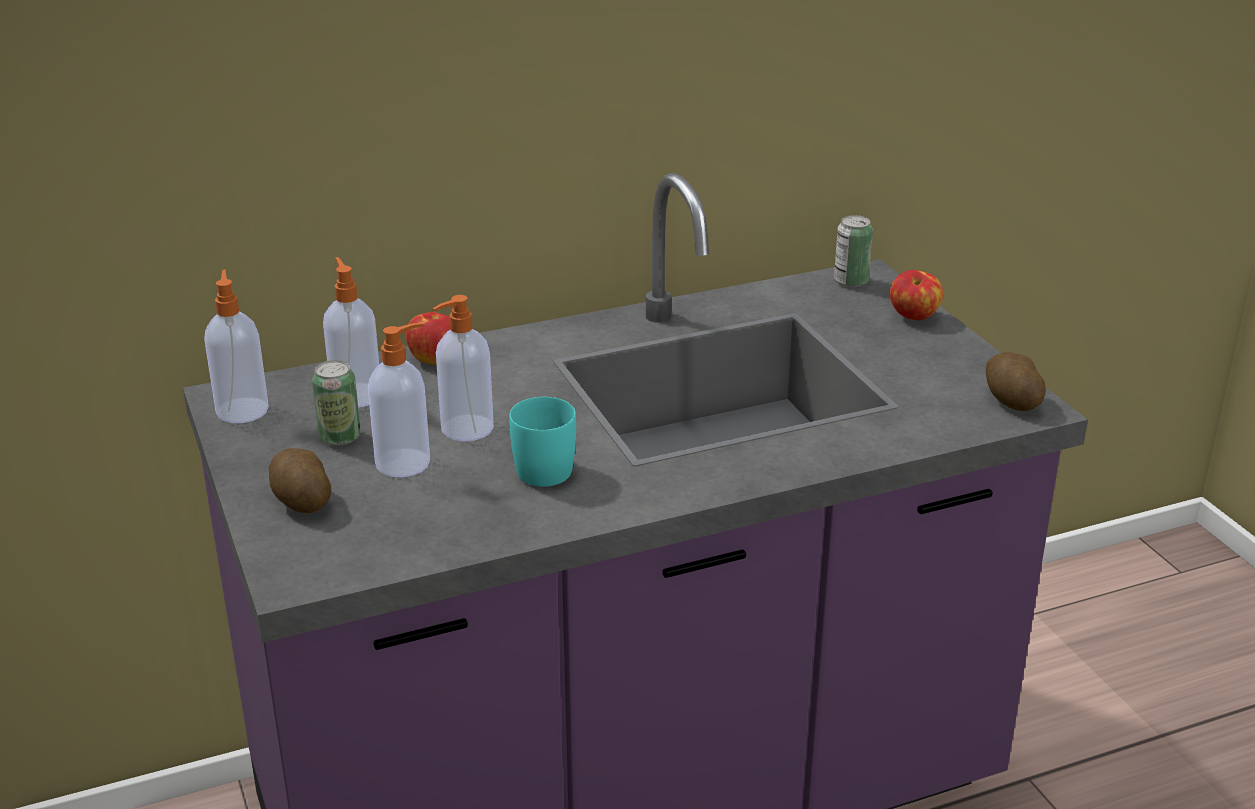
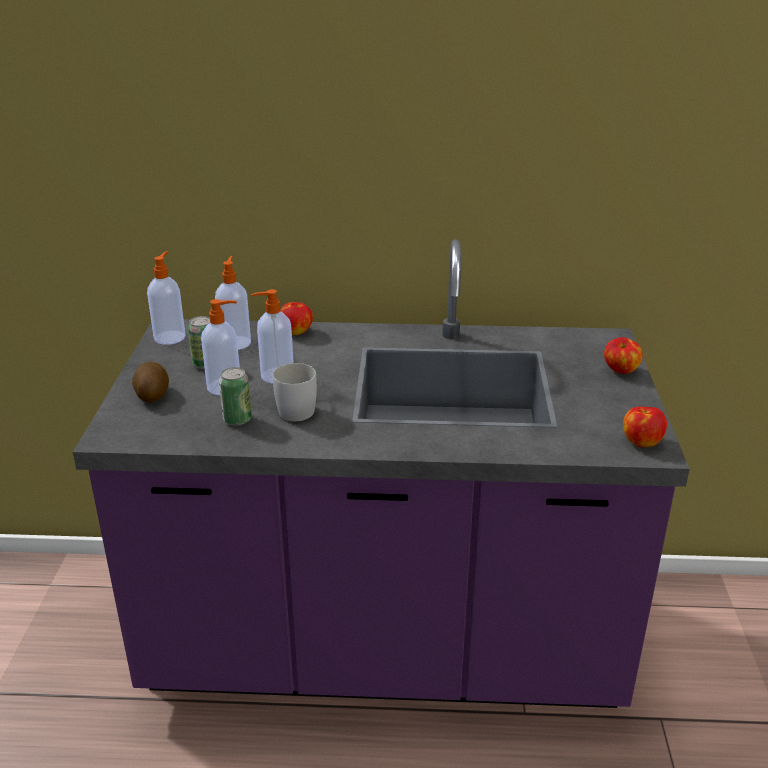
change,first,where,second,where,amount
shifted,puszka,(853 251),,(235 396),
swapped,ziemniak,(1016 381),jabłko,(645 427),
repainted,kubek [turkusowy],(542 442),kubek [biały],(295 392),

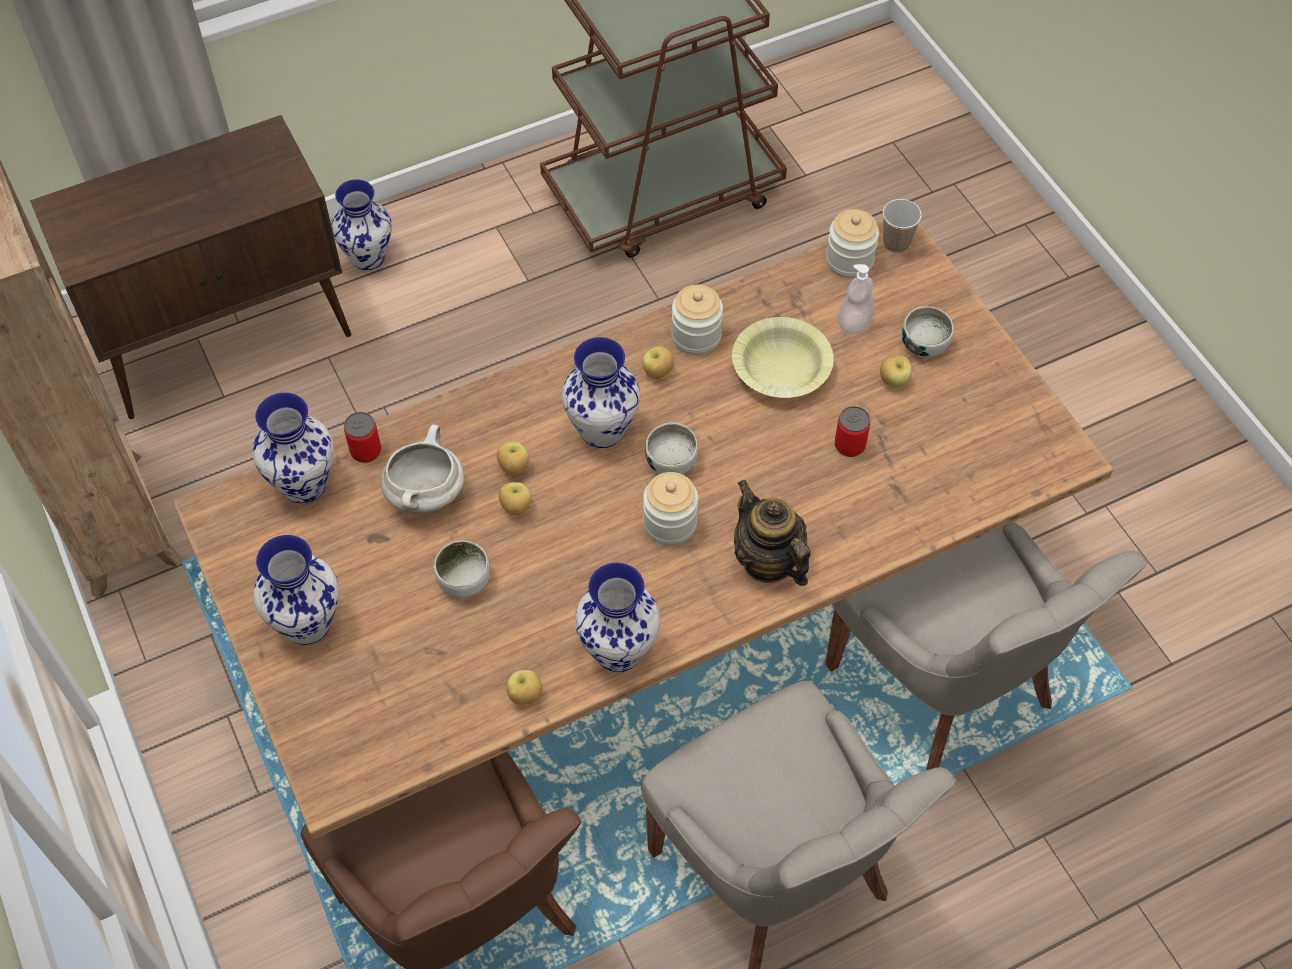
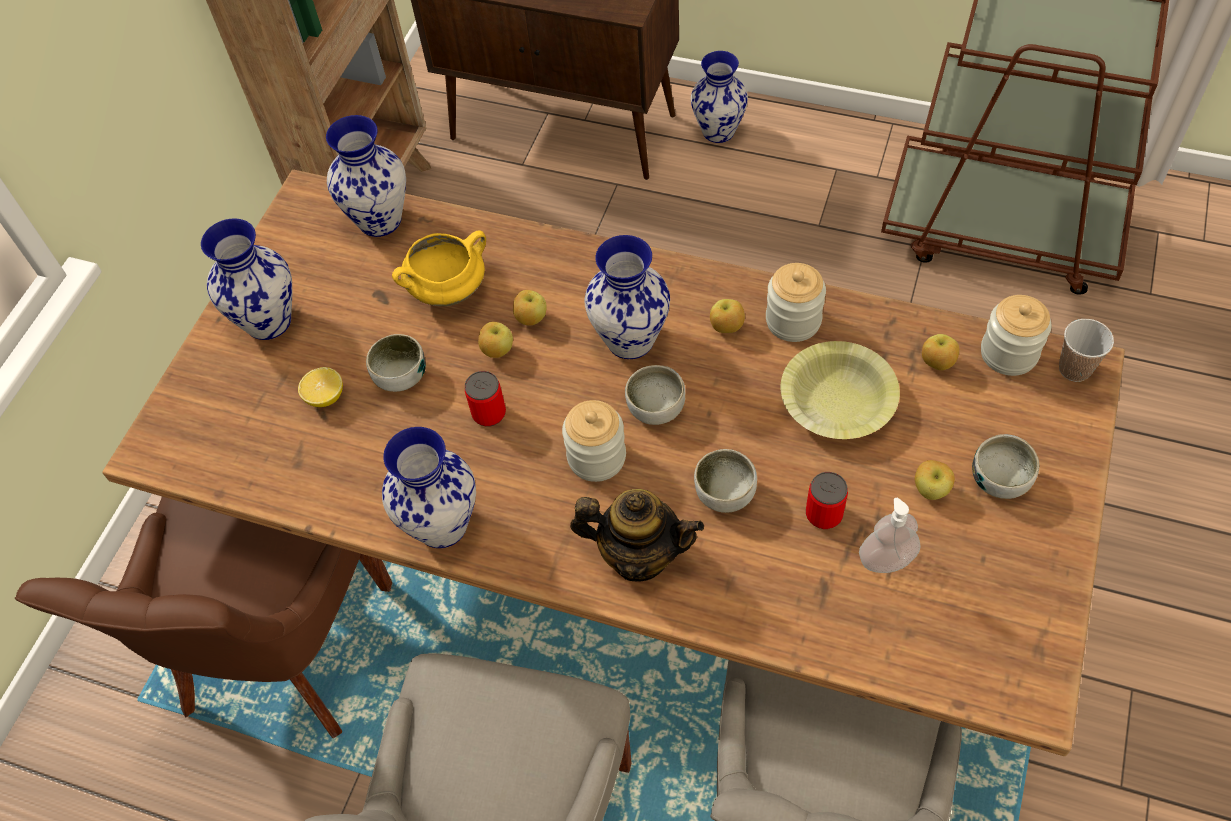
change,first,where,second,where,amount
shifted,dozownik mydła,(856 299),,(890 535),
shifted,puszka,(362 437),,(485 399),
repainted,garnek [biały],(422 469),garnek [żółty],(439 268),
rotated,imbryk,(772 533),,(637 535),90 degrees clockwise
shifted,jabłko,(524 687),,(940 352),
new,,,cytryna,(320 387),
new,,,miska,(725 481),

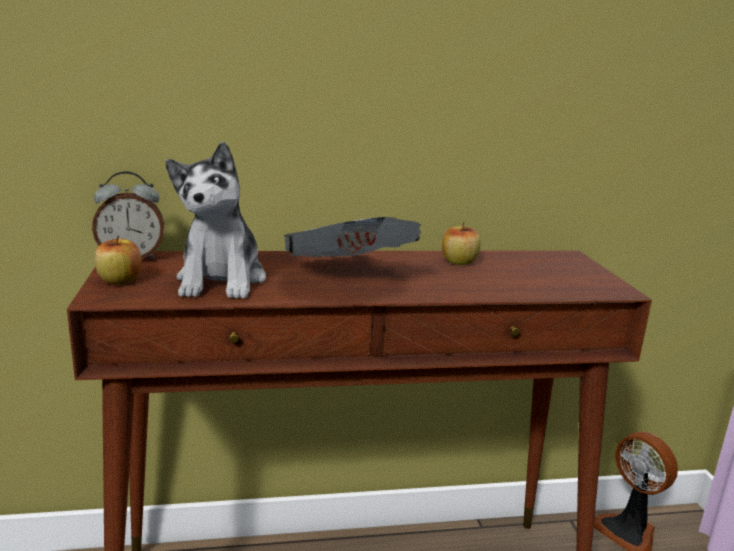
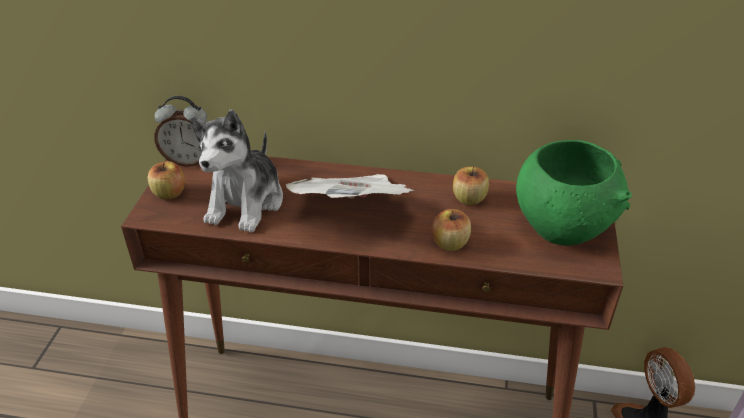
change,first,where,second,where,amount
new,,,miska [zielony],(574 193),
new,,,jabłko,(451 230),

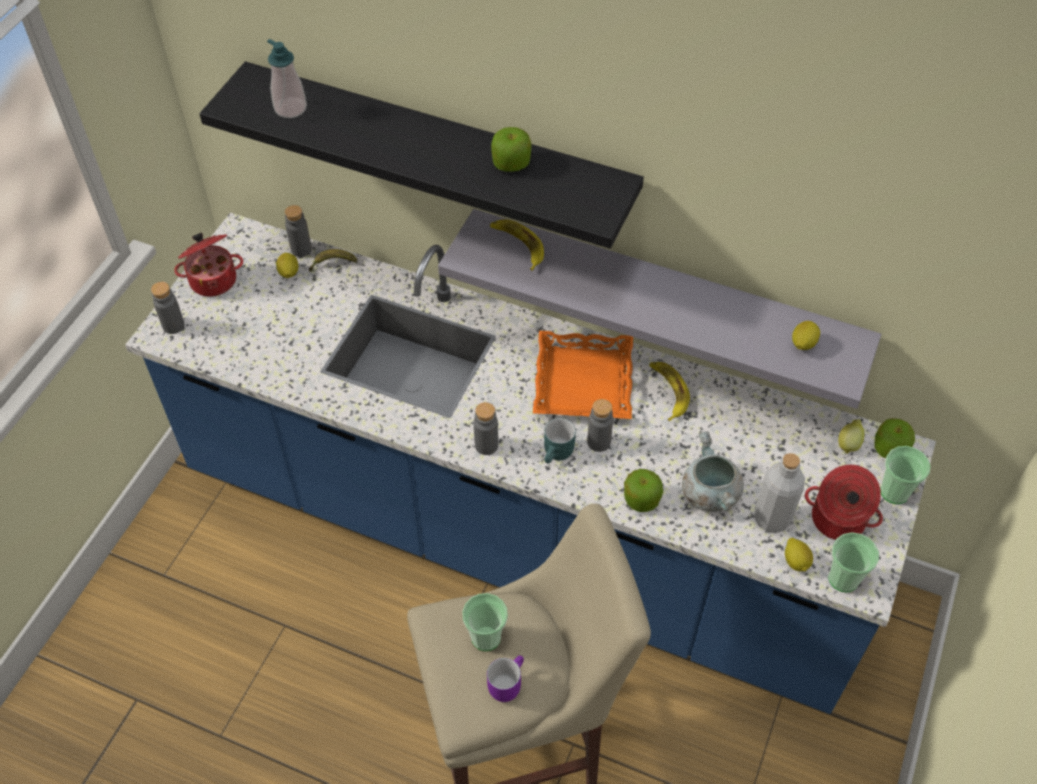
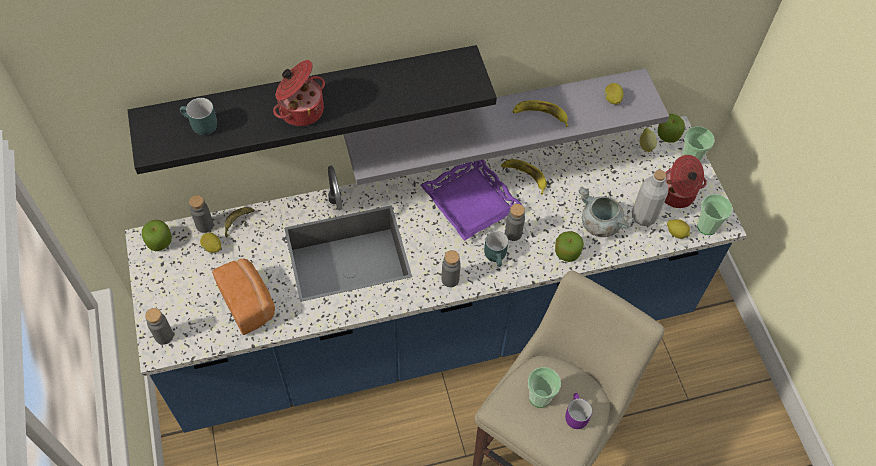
change,first,where,second,where,amount
swapped,dozownik mydła,(287 78),kubek [turkusowy],(198 116),
shifted,jabłko,(511 149),,(157 235),
shifted,banan,(517 245),,(540 113),
shifted,garnek,(208 265),,(299 93),
repainted,taca [pomarańczowy],(583 375),taca [fioletowy],(472 200),
new,,,chleb,(243 297),

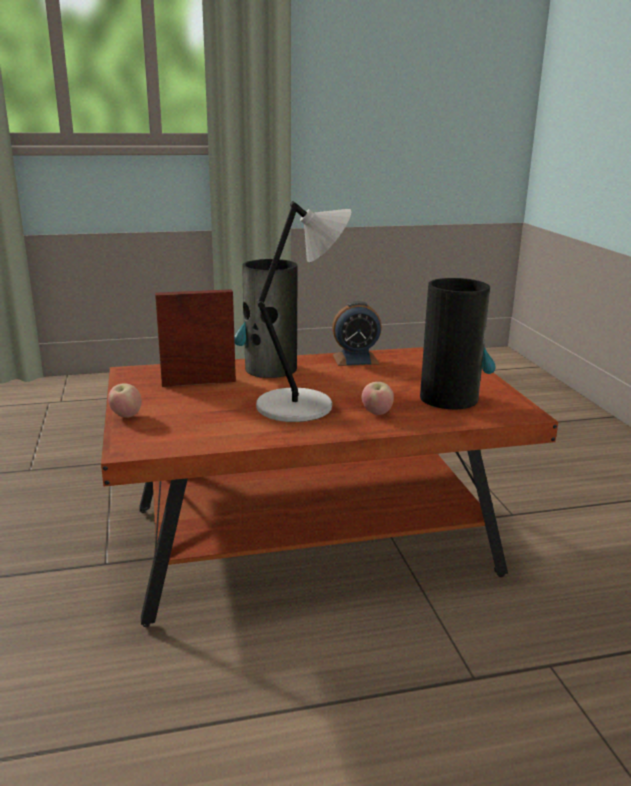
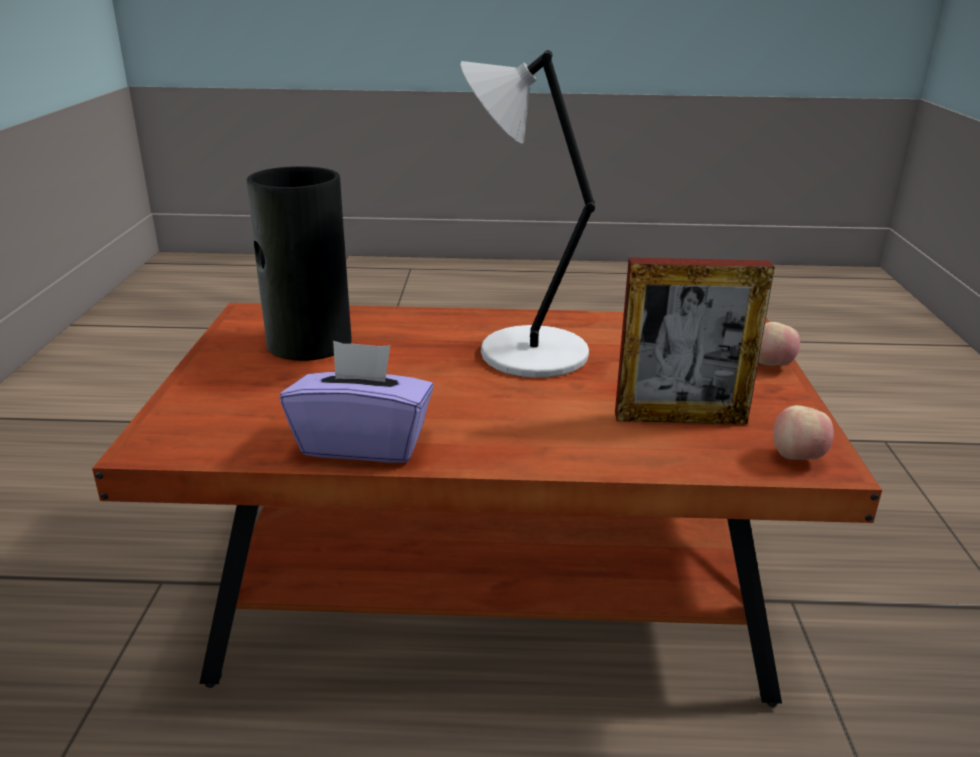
change,first,where,second,where,amount
gone,wazon,(266 318),,,
swapped,budzik,(357 333),pudełko chusteczek [fioletowy],(357 402),
shifted,jabłko,(377 398),,(803 432),

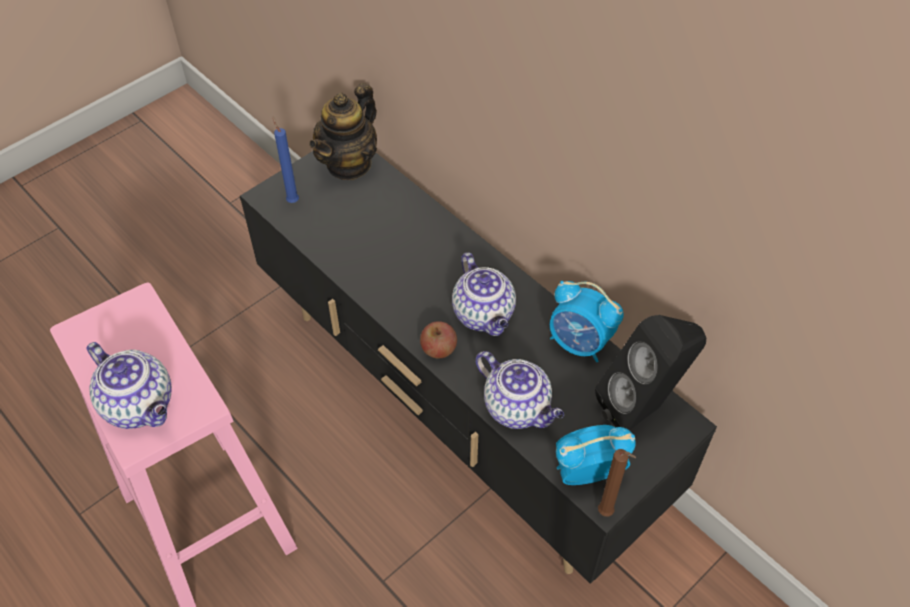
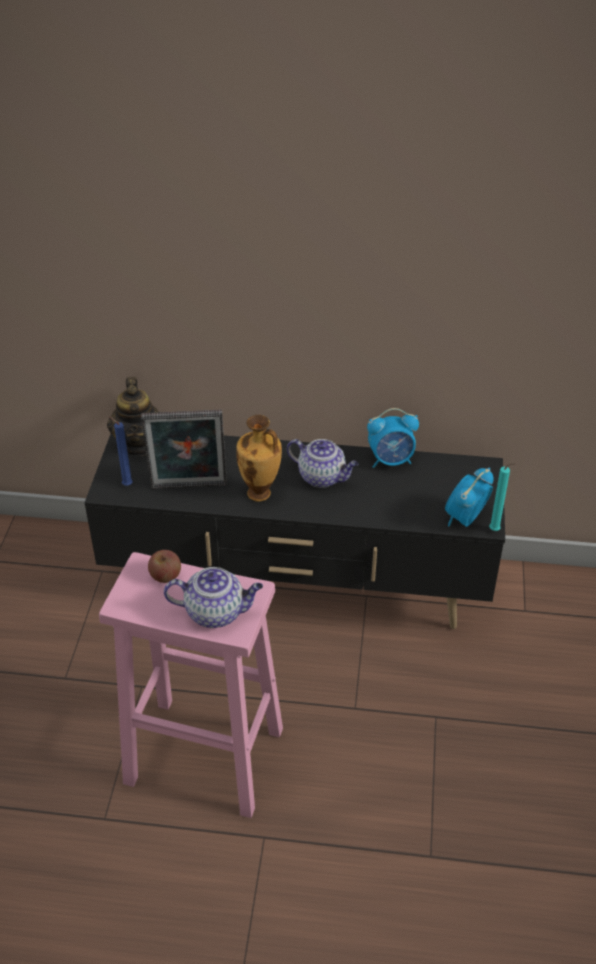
change,first,where,second,where,amount
gone,głośnik [czarny],(650 373),,,
shifted,jabłko,(438 340),,(164 566),
gone,imbryk,(520 390),,,
repainted,świeca [brązowy],(617 483),świeca [turkusowy],(502 496),
new,,,ramka na zdjęcie,(184 449),
new,,,wazon,(259 458),

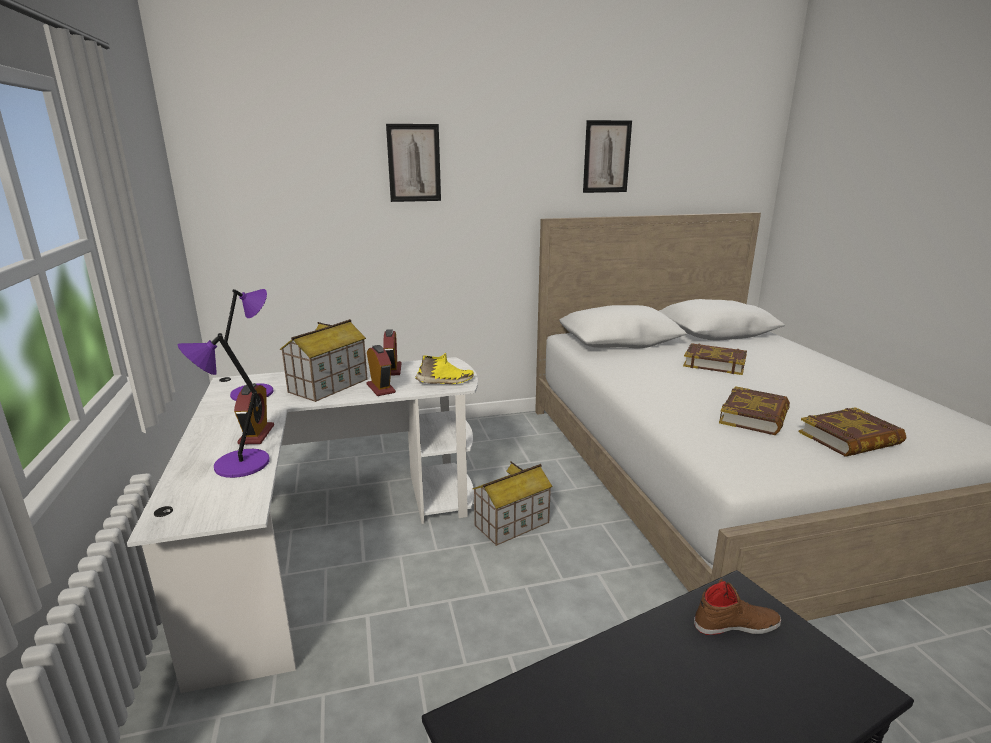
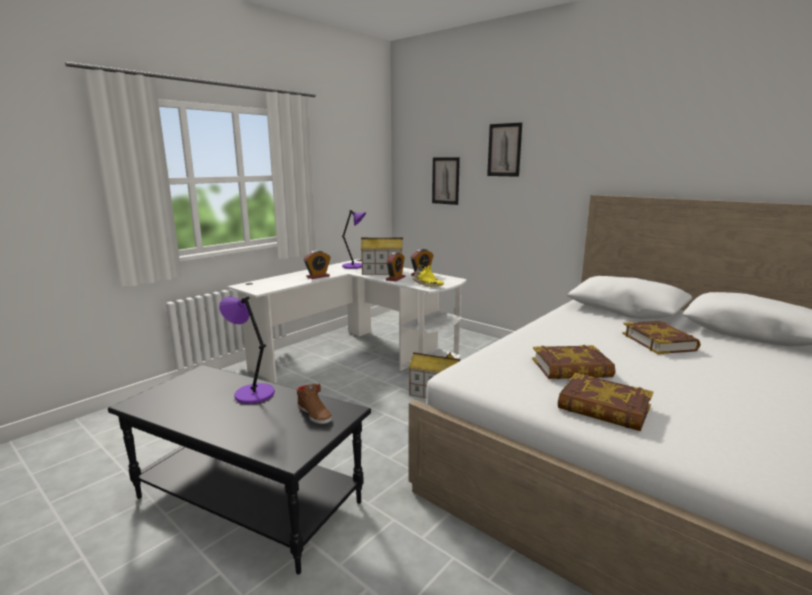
change,first,where,second,where,amount
shifted,obraz,(607 156),,(446 181),
shifted,lampa stołowa [fioletowy],(224 405),,(247 350),

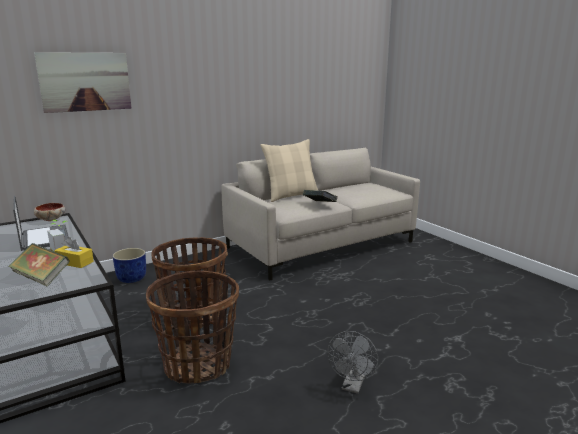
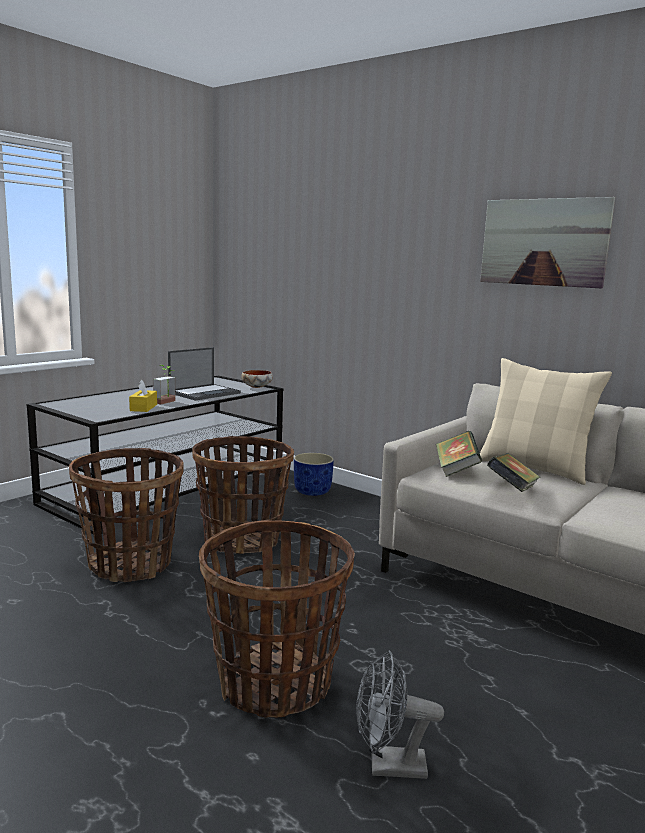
change,first,where,second,where,amount
shifted,obraz,(82 82),,(547 242),
shifted,książka,(39 265),,(459 454),
shifted,wentylator [szary],(352 362),,(400 715),
new,,,koszyk,(277 618),

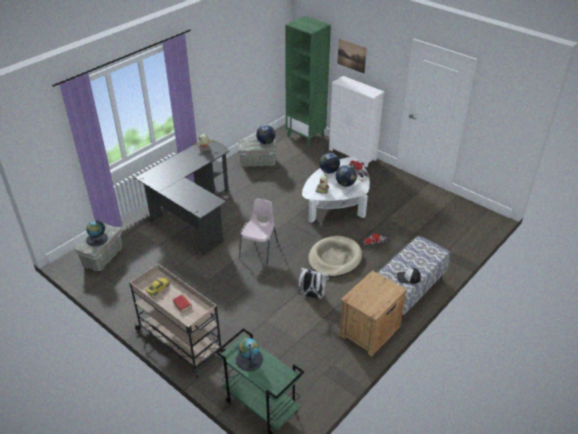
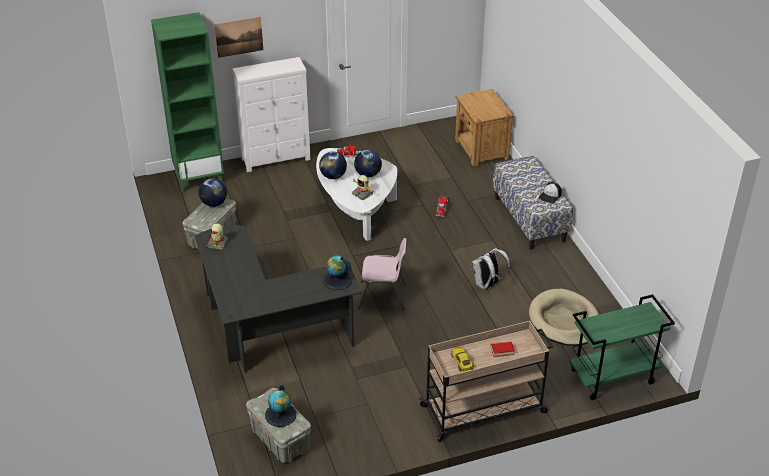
change,first,where,second,where,amount
rotated,krzesło [różowy],(258 232),,(382 274),135 degrees clockwise
shifted,legowisko [beżowy],(335 256),,(564 317),
shifted,szafka nocna [brązowy],(373 313),,(484 128),
shifted,globus,(249 354),,(337 272),

